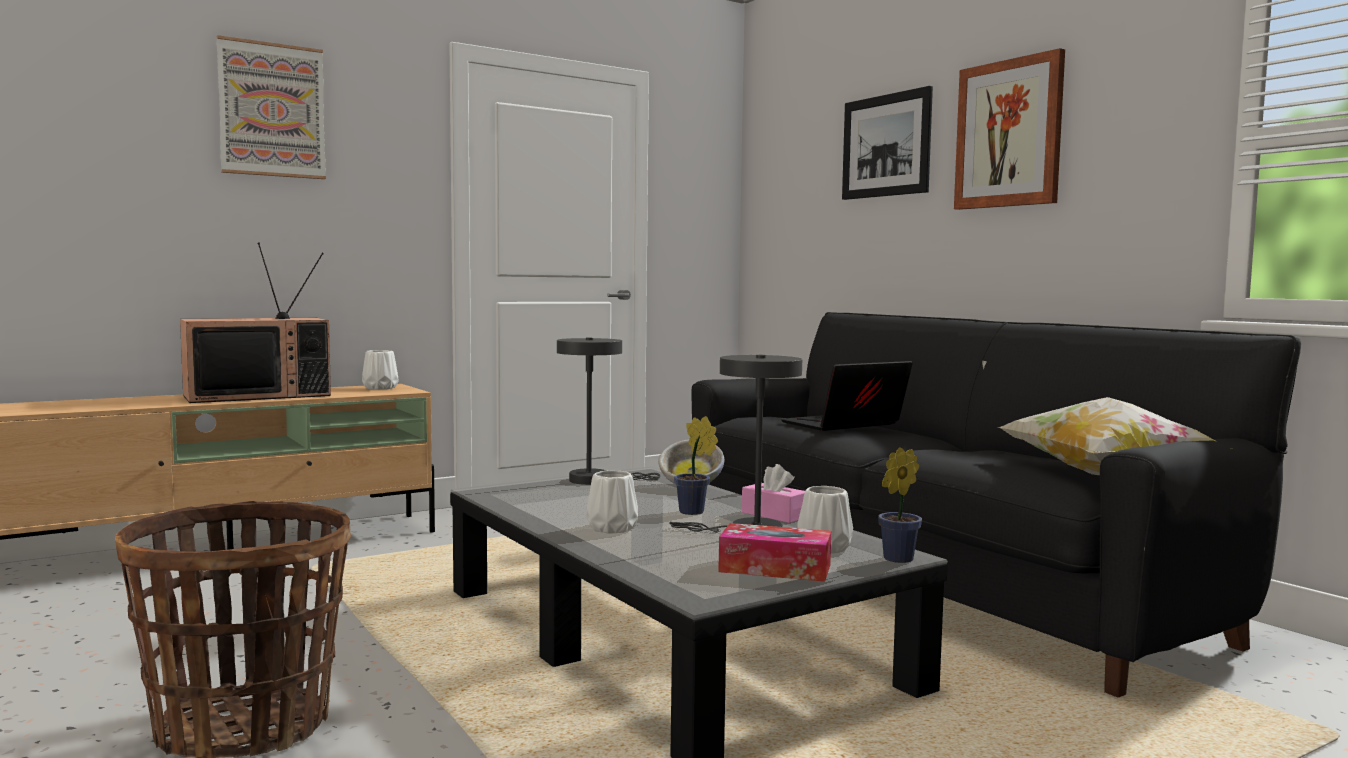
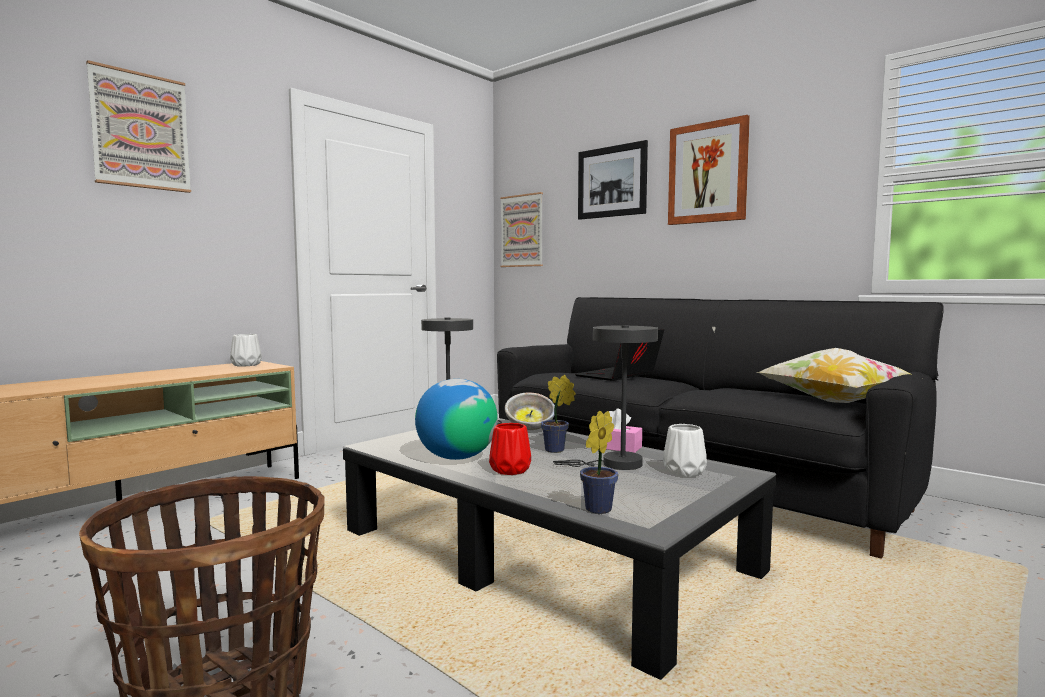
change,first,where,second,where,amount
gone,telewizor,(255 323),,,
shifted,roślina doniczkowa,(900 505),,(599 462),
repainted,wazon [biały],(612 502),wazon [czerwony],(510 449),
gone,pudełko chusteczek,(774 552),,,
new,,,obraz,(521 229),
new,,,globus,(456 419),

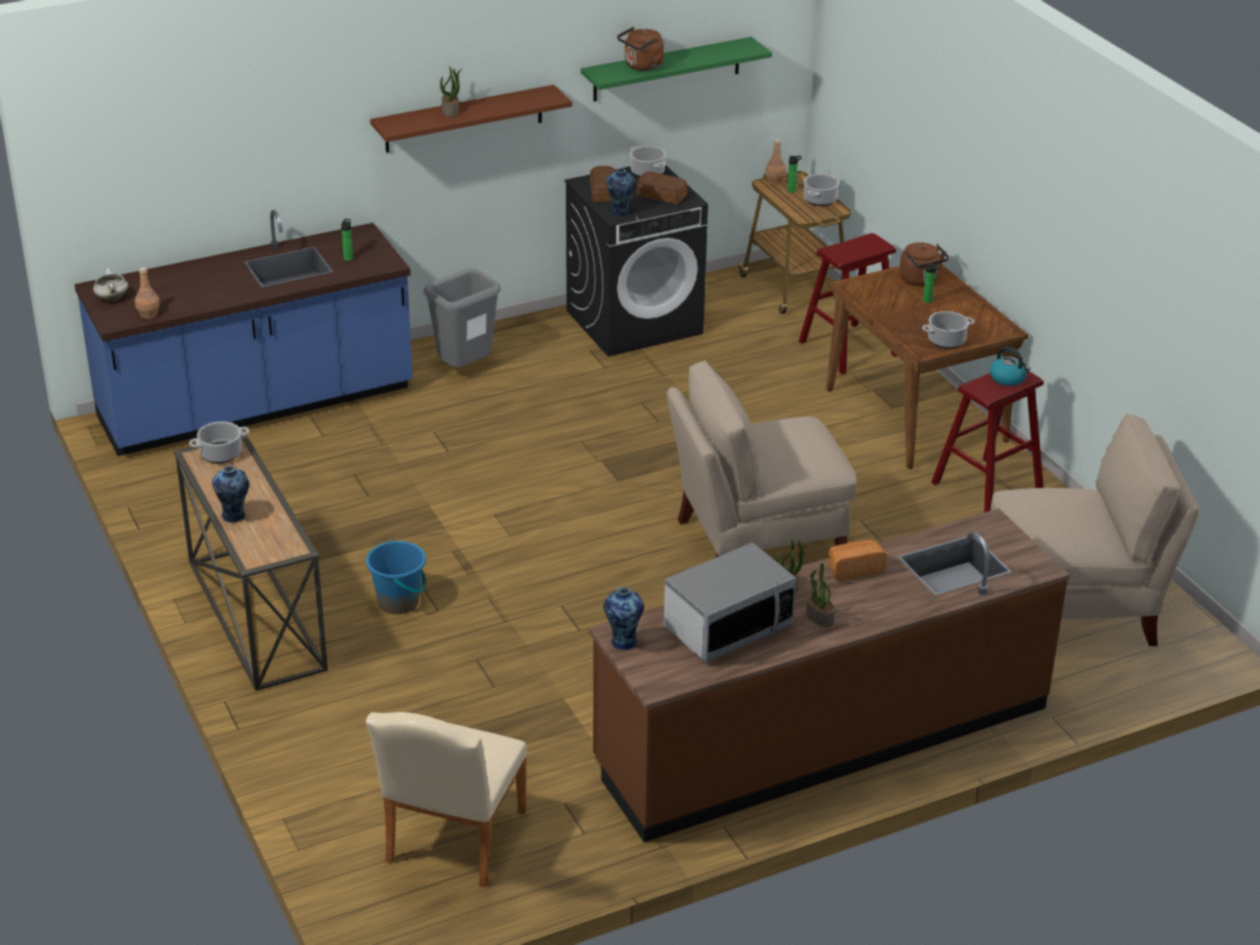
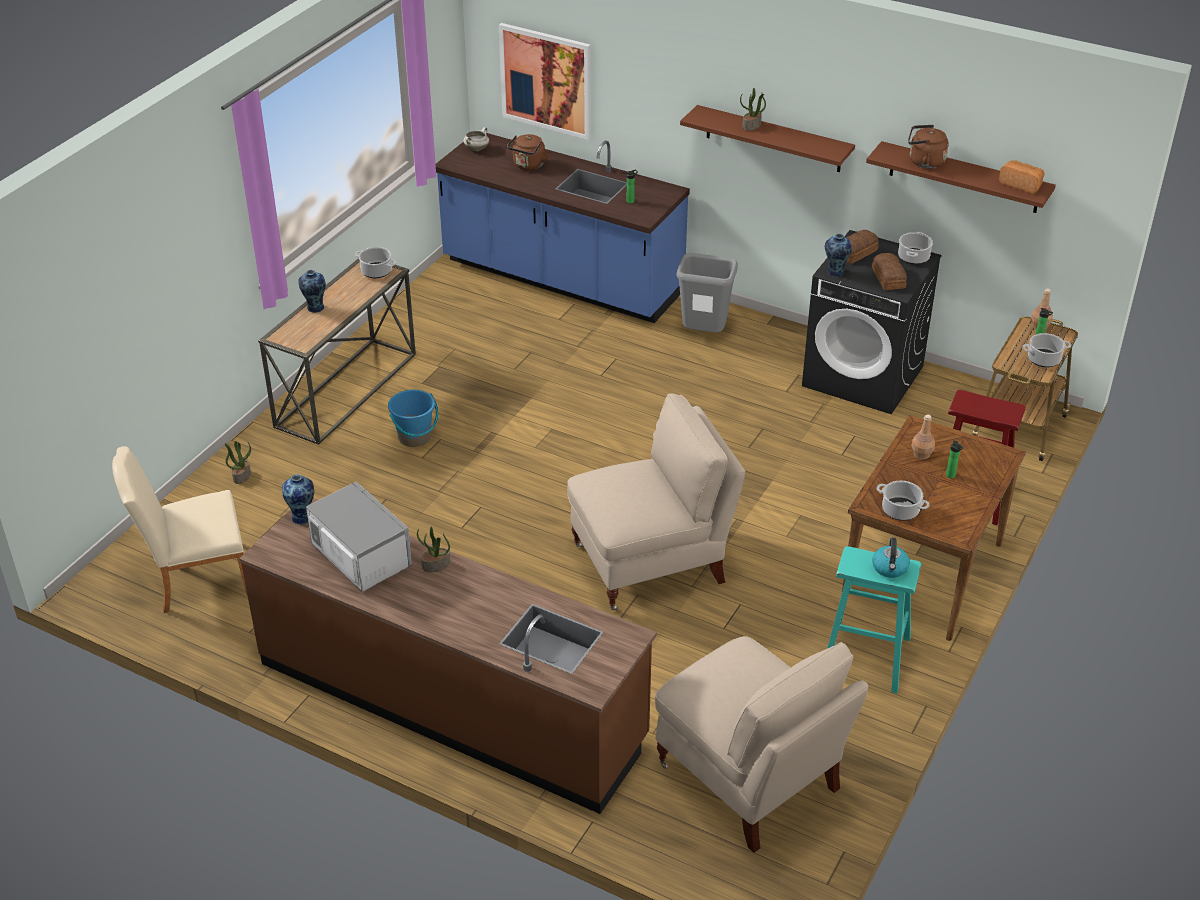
change,first,where,second,where,amount
repainted,półka [zielony],(676 69),półka [brązowy],(961 177),
shifted,czajnik [brązowy],(924 264),,(528 152),
shifted,butelka [brązowy],(147 292),,(923 436),
rotated,krzesło [beżowy],(762 458),,(656 501),120 degrees clockwise
repainted,stołek [czerwony],(987 441),stołek [turkusowy],(874 620),
shifted,chleb,(857 560),,(1022 176),
rotated,mikrofalówka,(730 603),,(359 537),150 degrees counterclockwise
shifted,roślina doniczkowa,(820 595),,(238 462),
new,,,obraz,(545 81),

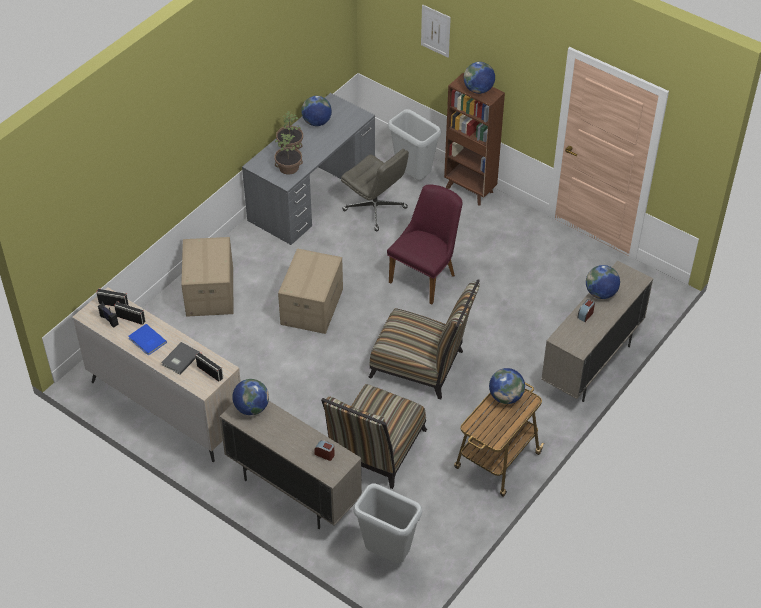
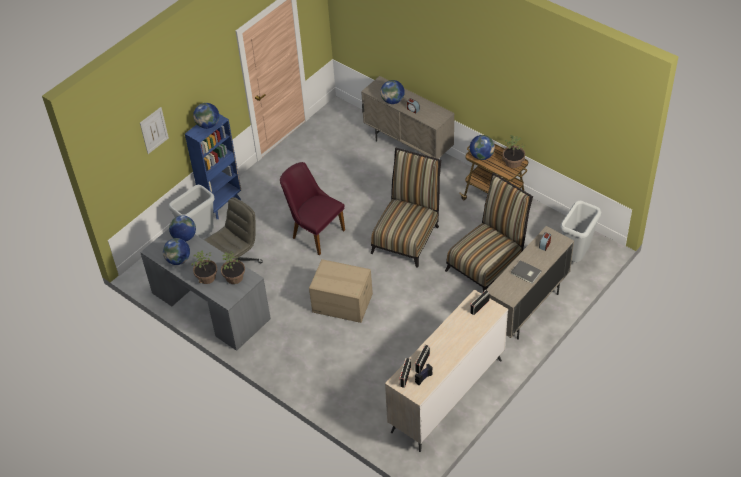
change,first,where,second,where,amount
repainted,regał [brązowy],(474 139),regał [niebieski],(213 166),
gone,karton,(207 277),,,
gone,książka [niebieski],(147 340),,,
shifted,książka [szary],(180 358),,(526 272),
shifted,globus,(250 397),,(182 228),
rotated,krzesło,(374 436),,(489 232),75 degrees counterclockwise
new,,,roślina doniczkowa,(514 151),

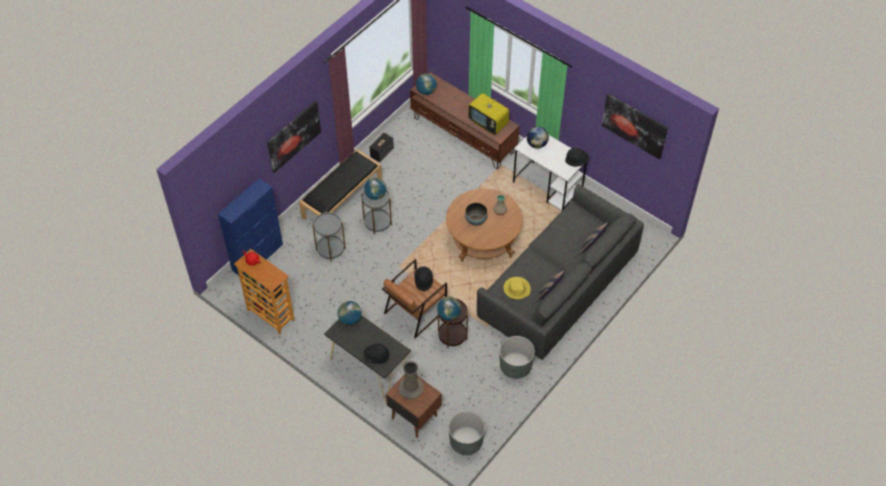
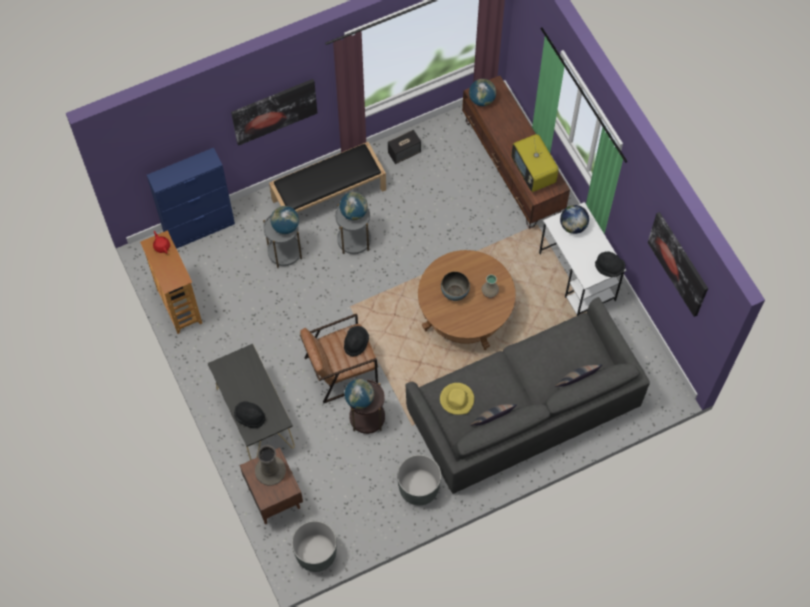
change,first,where,second,where,amount
shifted,globus,(350 313),,(284 220),

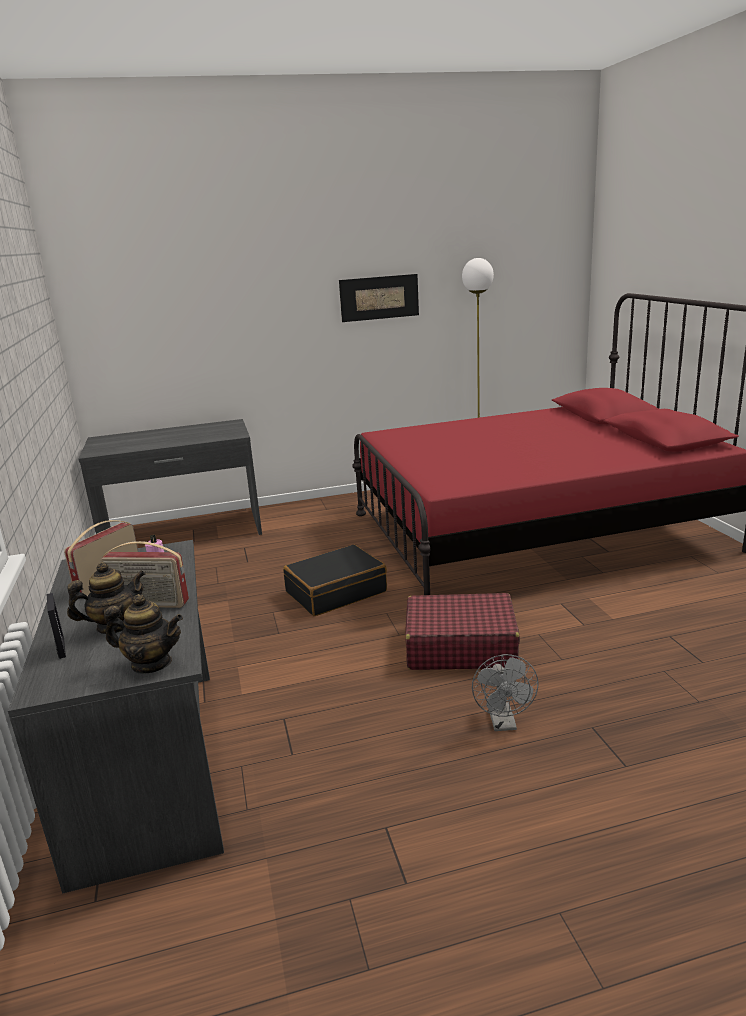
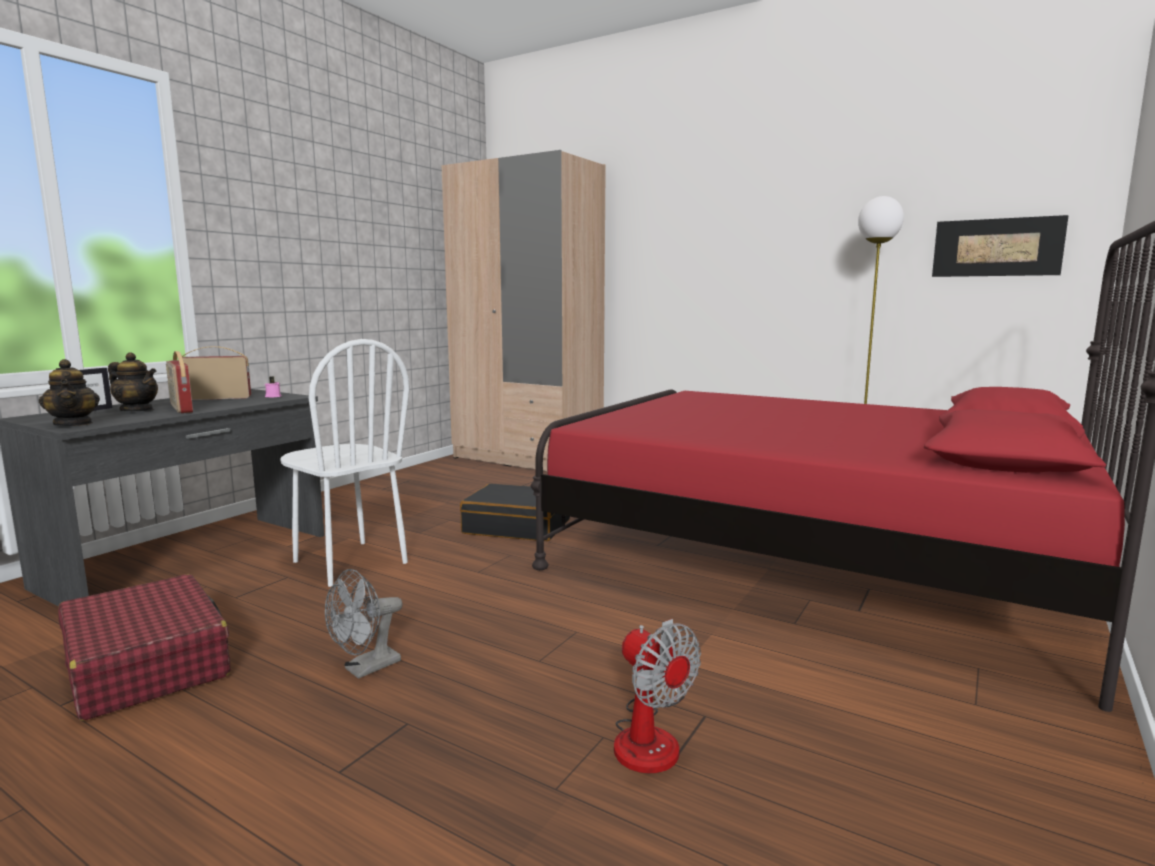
change,first,where,second,where,amount
shifted,obraz,(379 298),,(1000 246),
swapped,biurko [szary],(170 477),szafa [beżowy],(524 310),
shifted,walizka [czerwony],(462 631),,(144 647),
new,,,krzesło [biały],(345 463),
new,,,wentylator,(657 696),

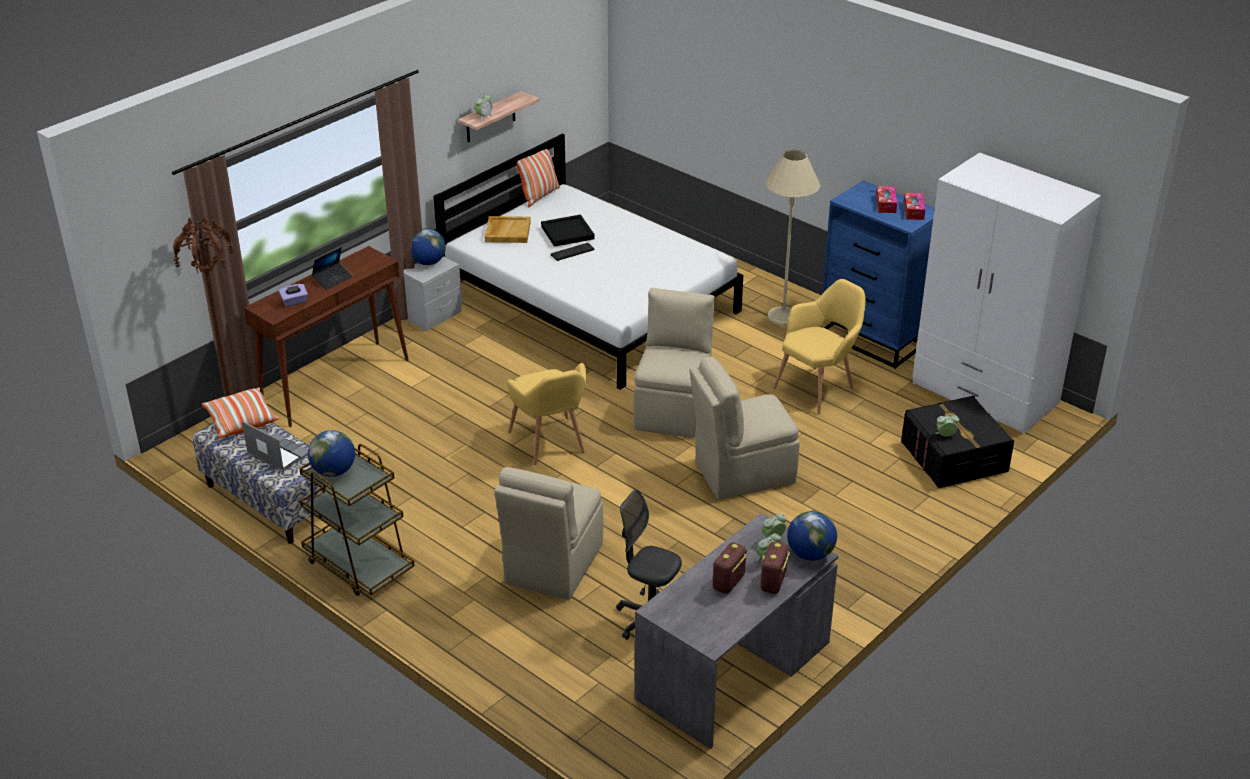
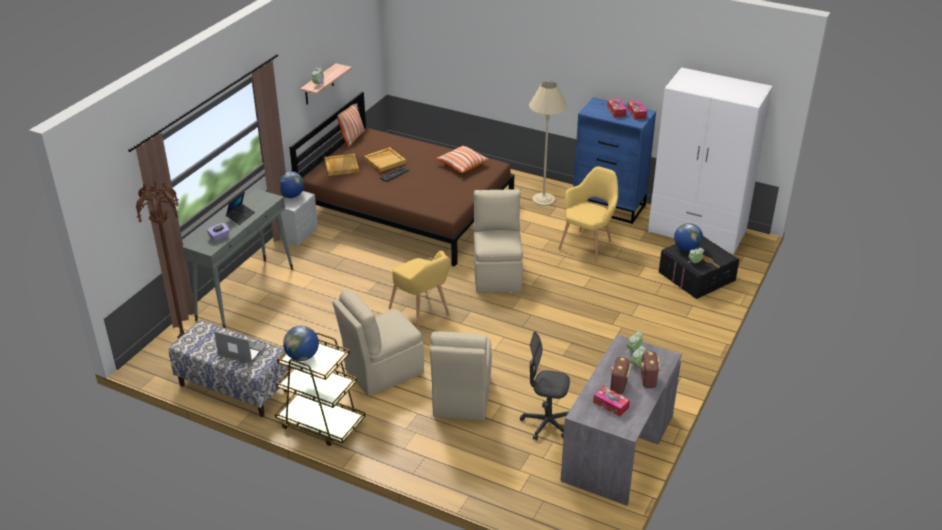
change,first,where,second,where,amount
repainted,łóżko [biały],(588 261),łóżko [brązowy],(401 179),
repainted,taca [czarny],(567 230),taca [beżowy],(385 159),
repainted,stolik konsolowy [brązowy],(326 336),stolik konsolowy [szary],(237 258),
shifted,krzesło [beżowy],(744 428),,(378 342),
shifted,poduszka,(240 412),,(462 159),
shifted,globus,(812 536),,(688 237),
new,,,pudełko chusteczek,(611 401),

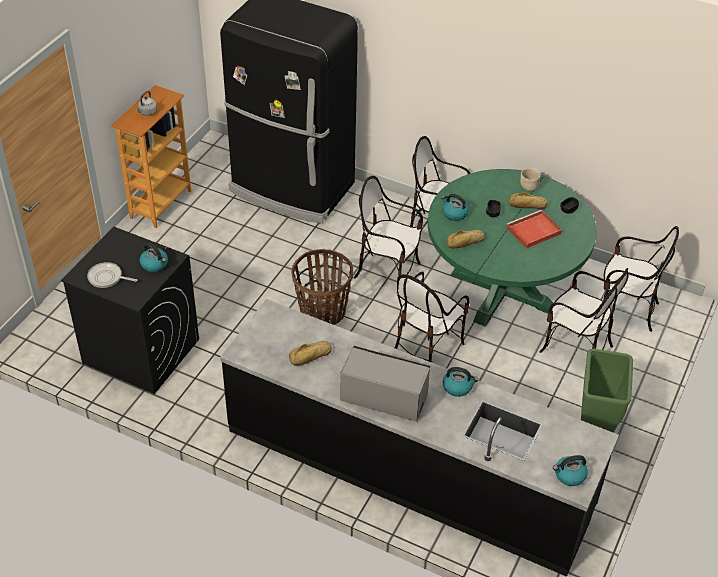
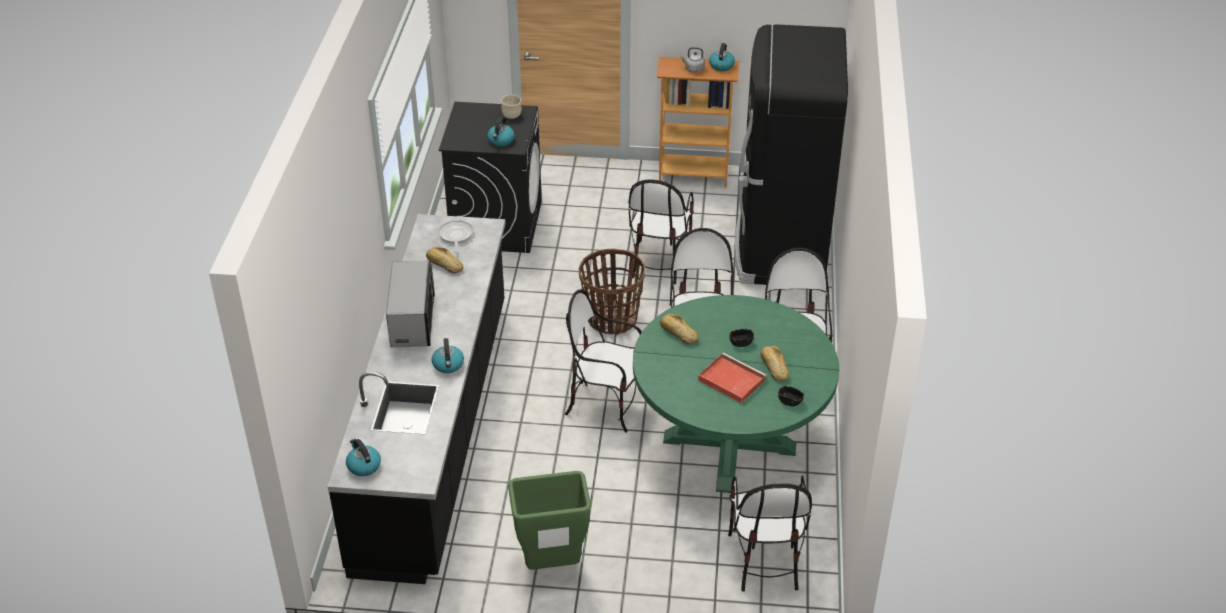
change,first,where,second,where,amount
shifted,miska [beżowy],(530 179),,(511 107),
shifted,czajnik,(454 207),,(722 57),
shifted,patelnia,(112 275),,(456 237),
shifted,krzesło,(584 310),,(661 231),

